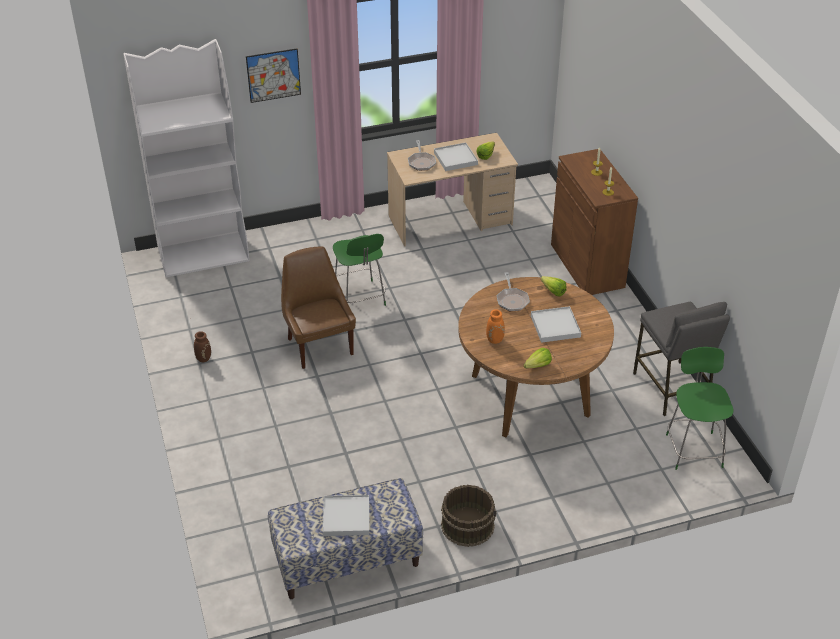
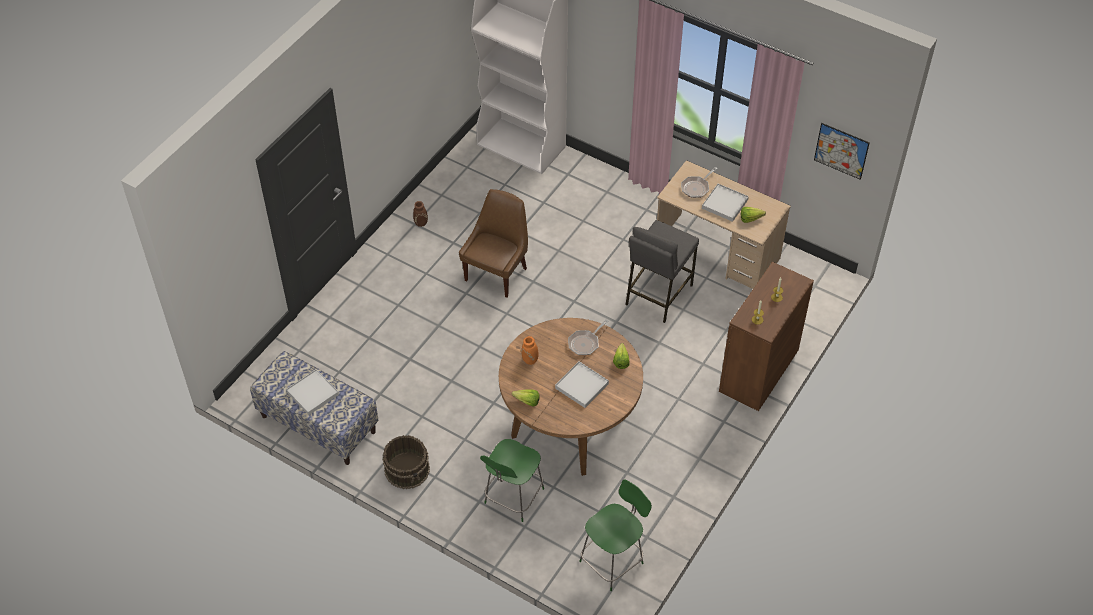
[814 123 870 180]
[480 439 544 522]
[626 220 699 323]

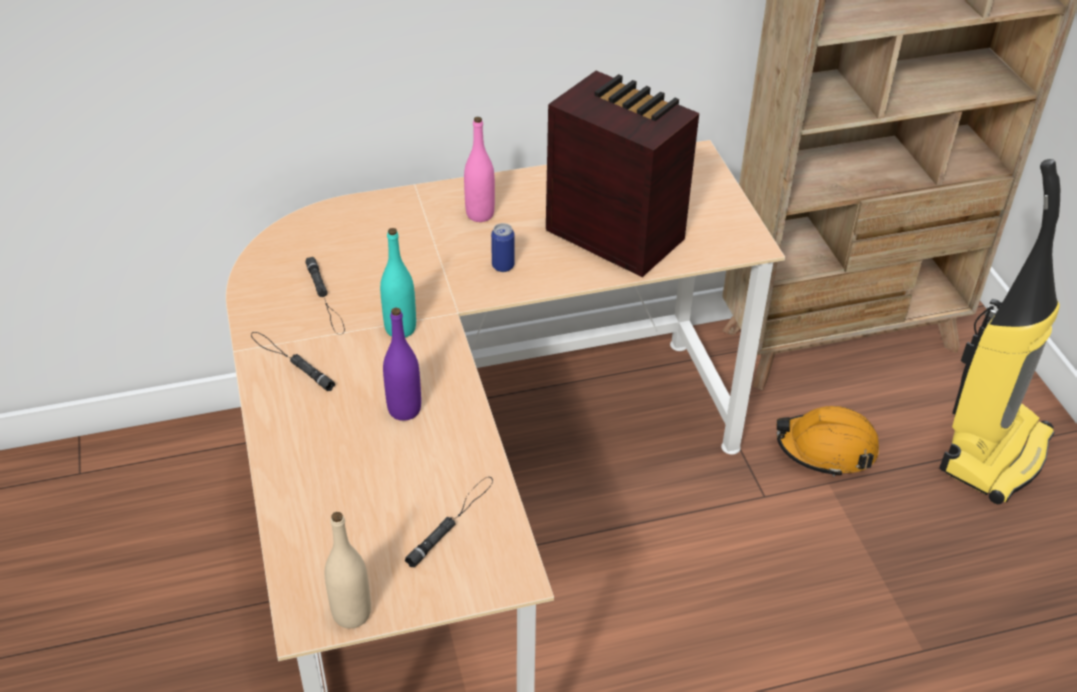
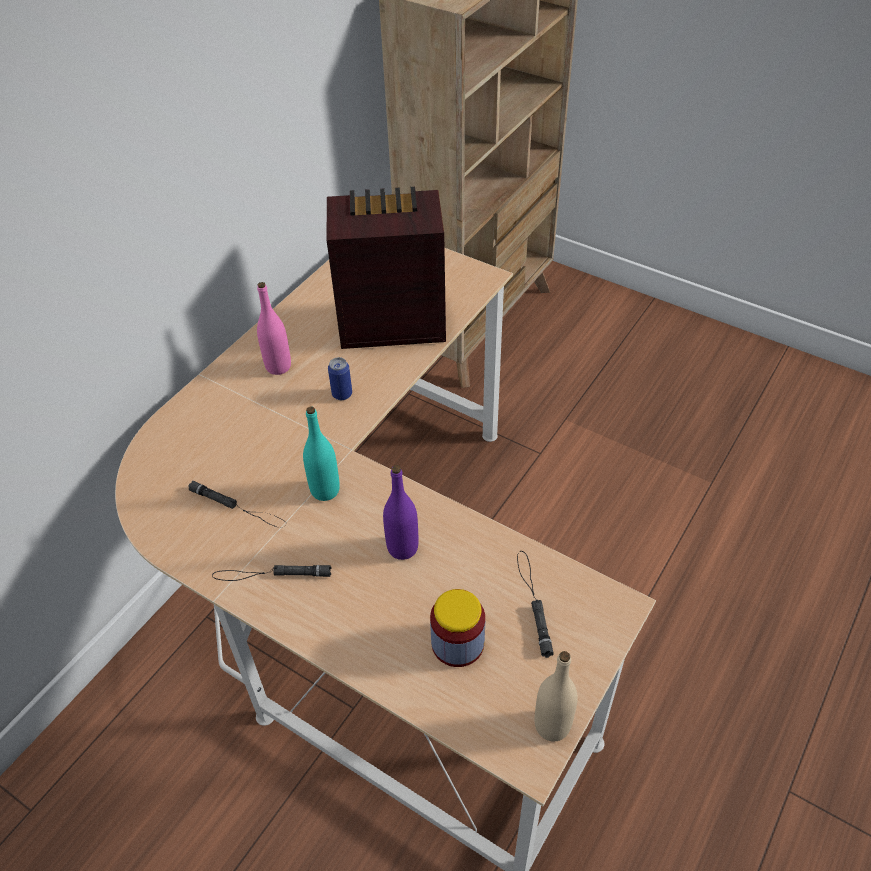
[777 406 879 477] (first image)
[939 159 1060 504] (first image)
[430 589 485 667]

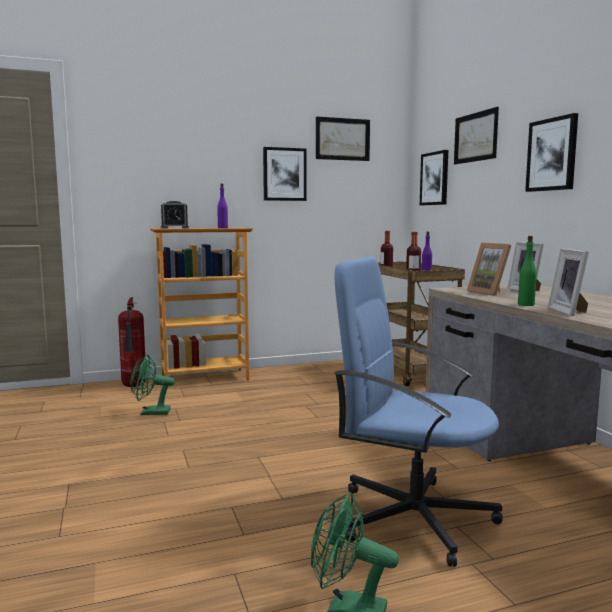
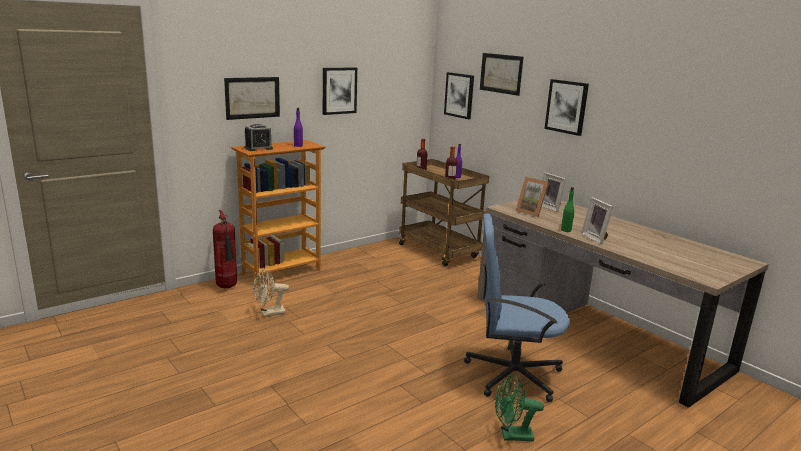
[224 77 280 120]
[254 268 289 317]

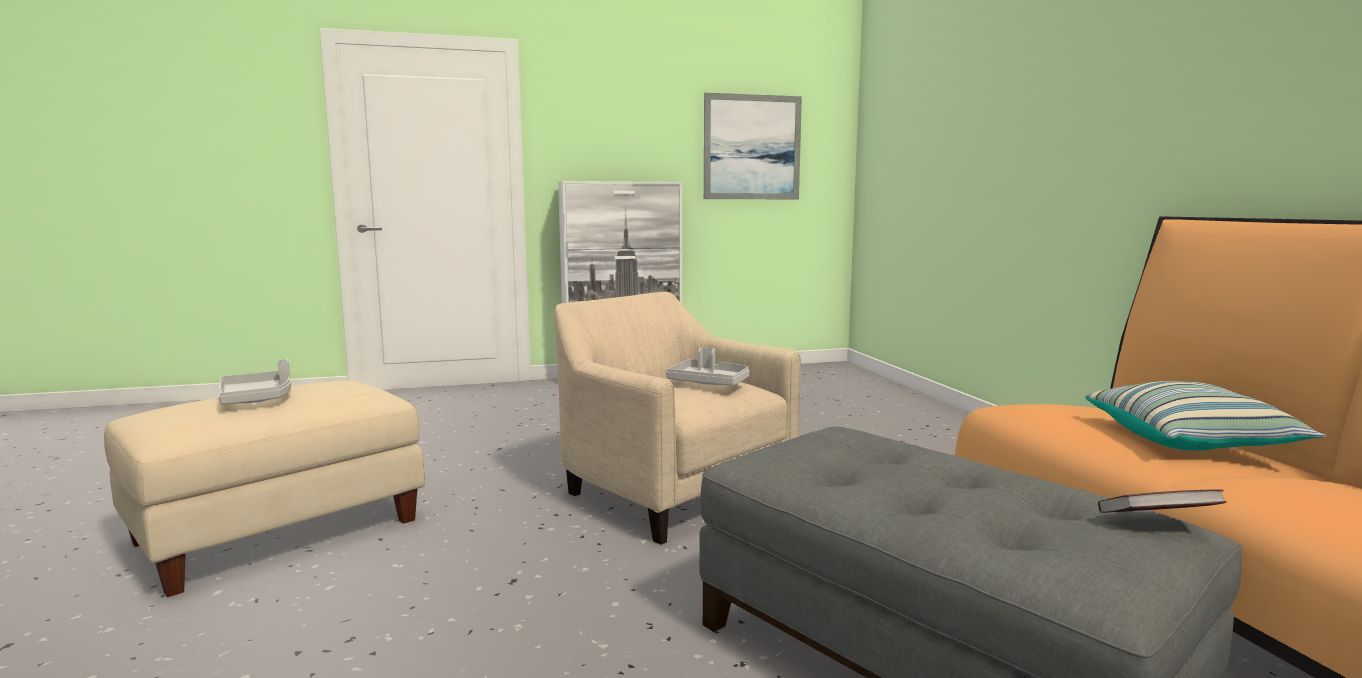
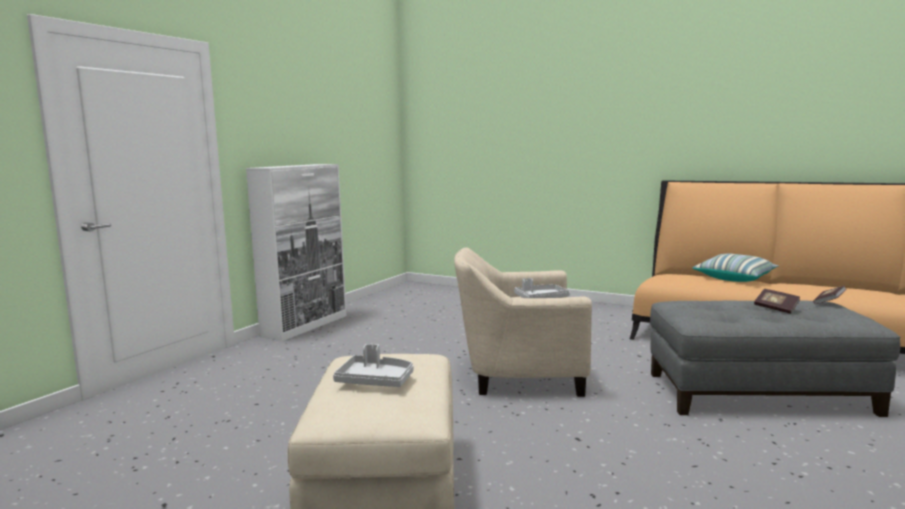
[704 93 802 199] (first image)
[754 289 800 314]

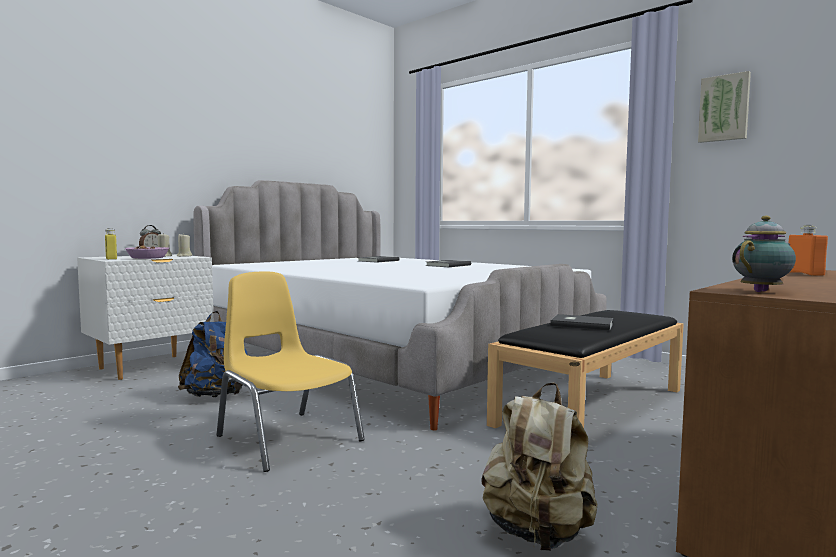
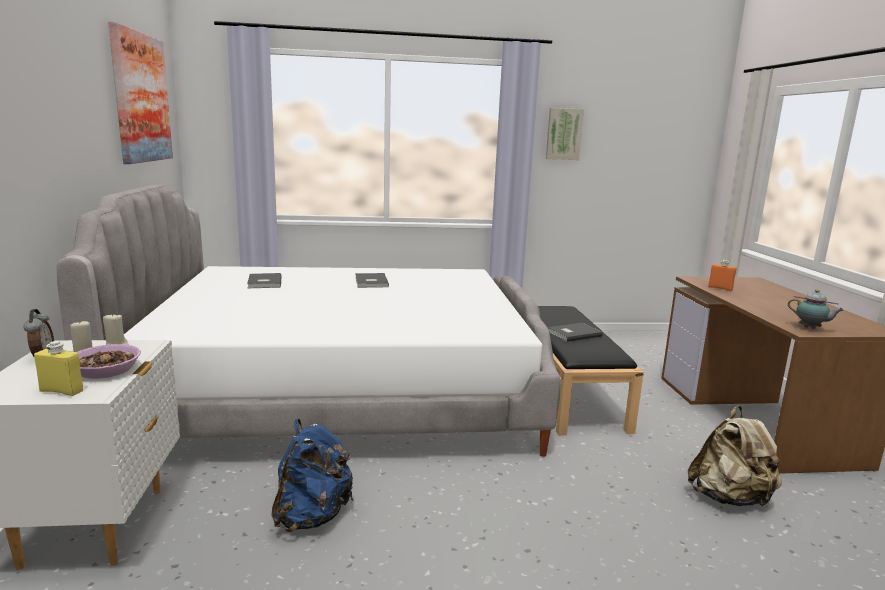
[217 271 365 472] (first image)
[108 21 173 164]
[788 289 844 329]

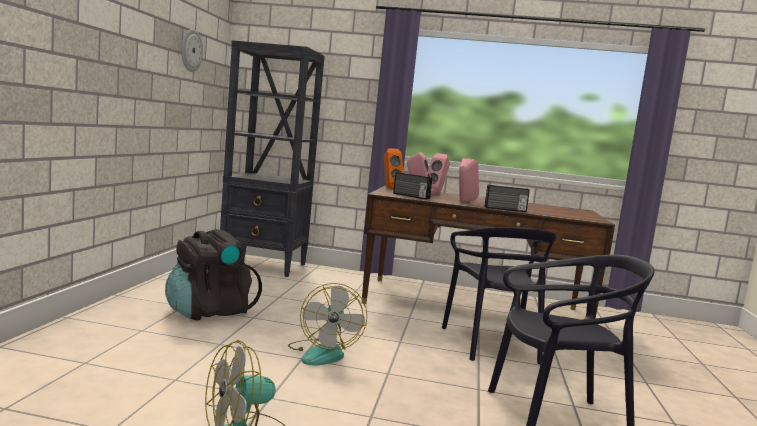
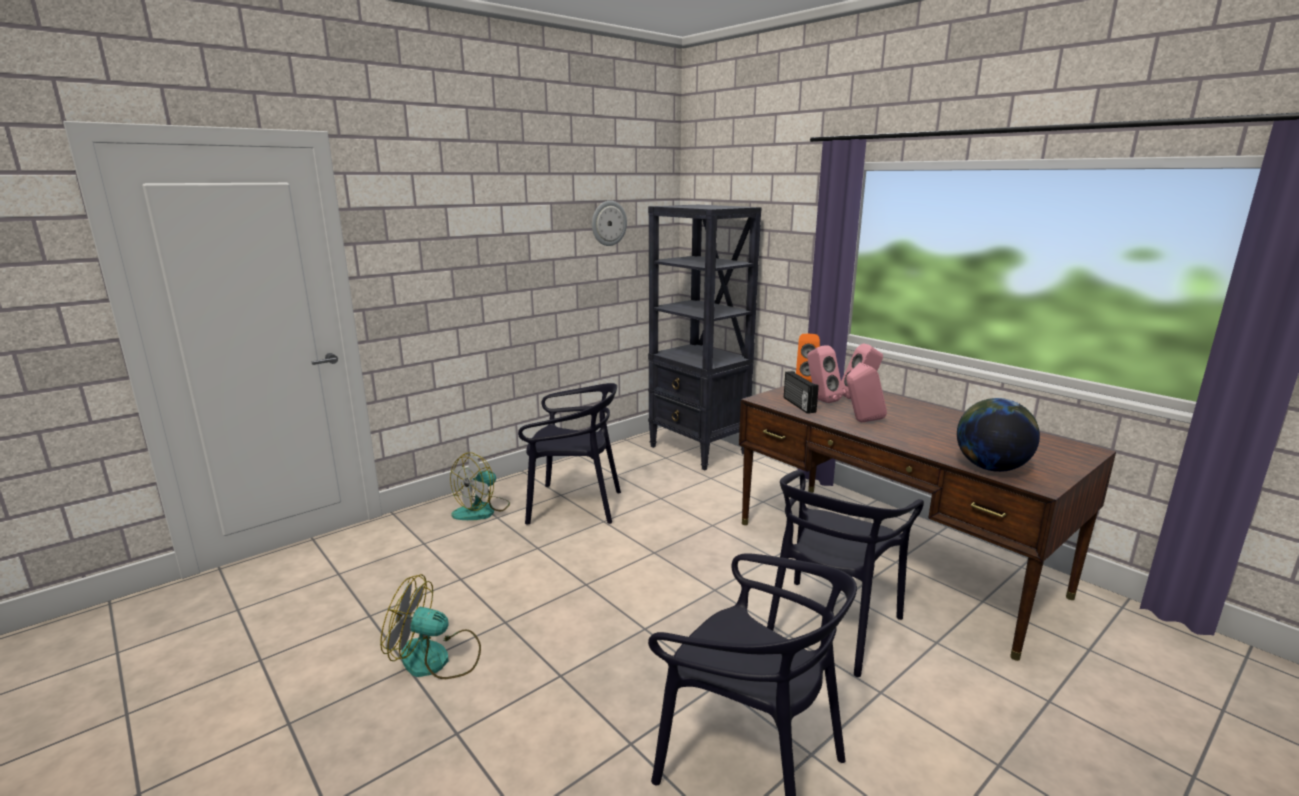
[485 185 530 212] (first image)
[957 398 1040 472]
[450 452 510 520]
[518 383 621 525]

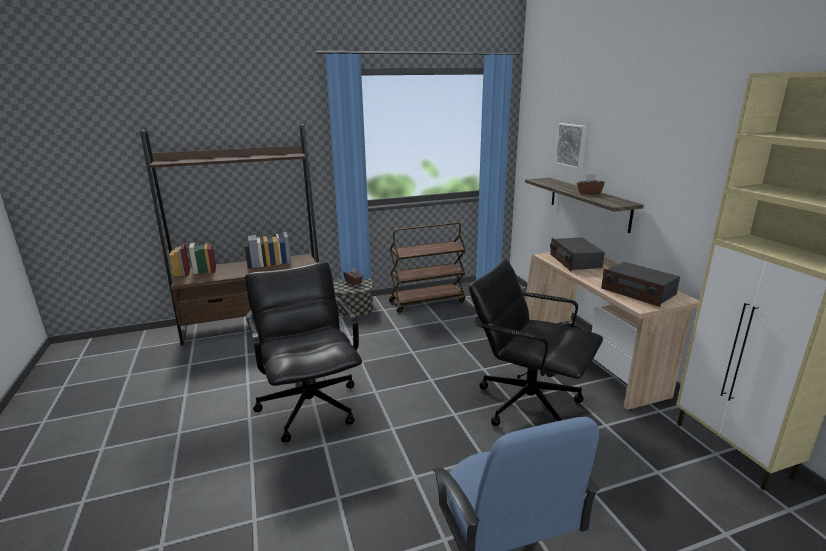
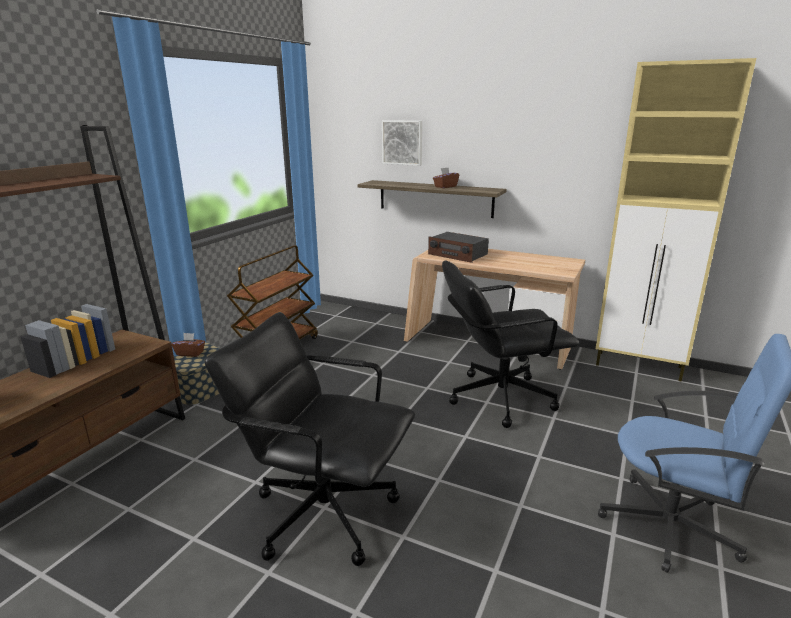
[601 262 680 307] (first image)

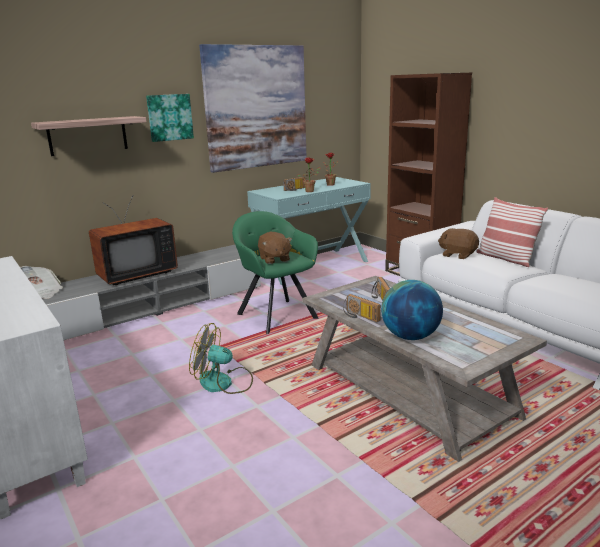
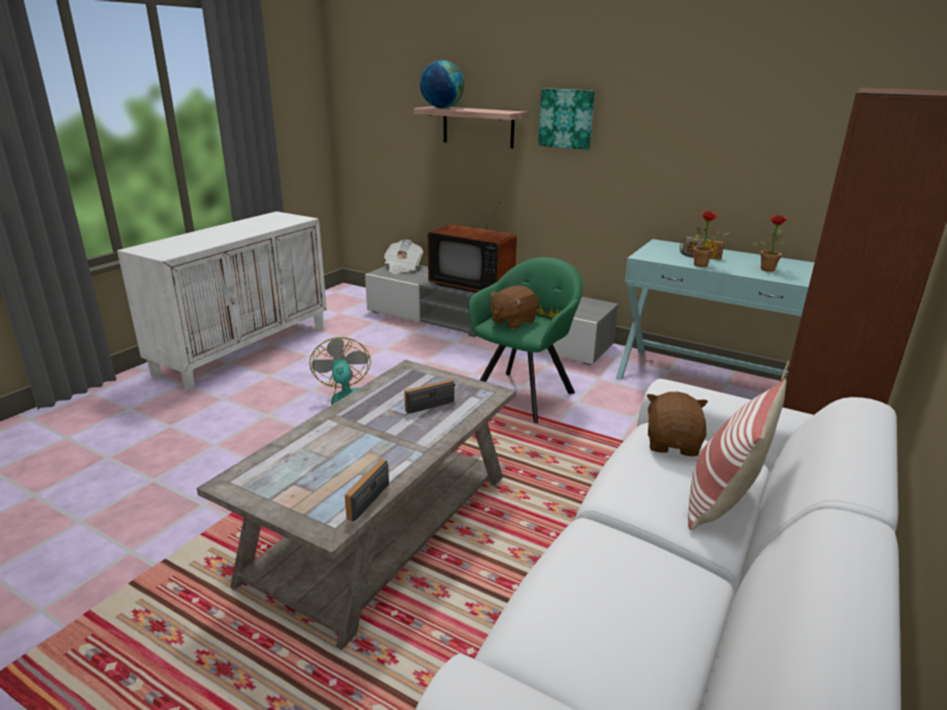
[199 44 307 173] (first image)
[345 459 389 522]
[420 60 464 108]

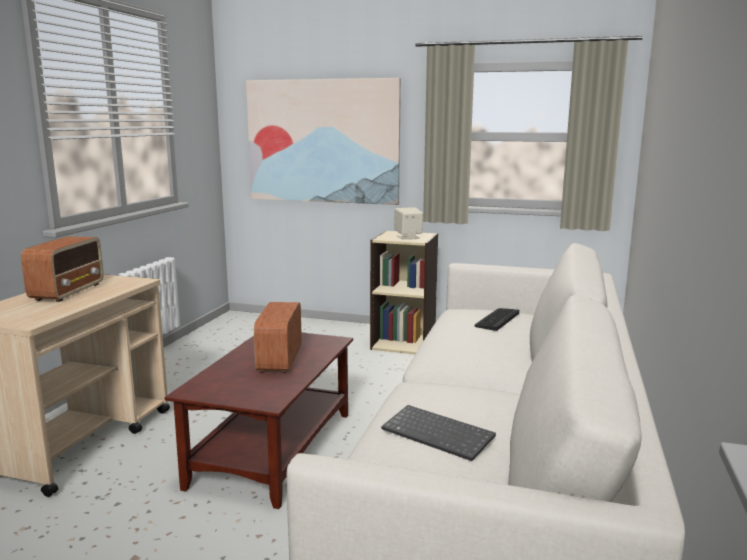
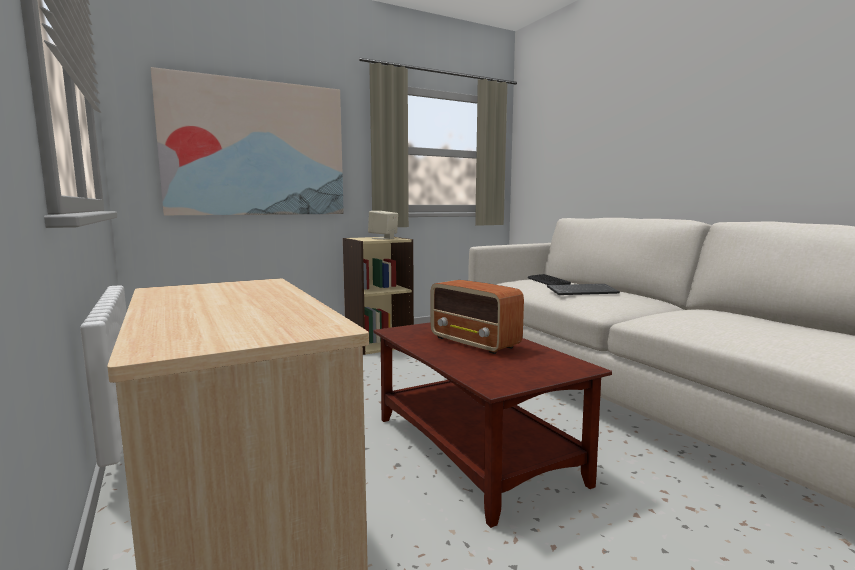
[21 236 103 302] (first image)
[547 284 620 295]

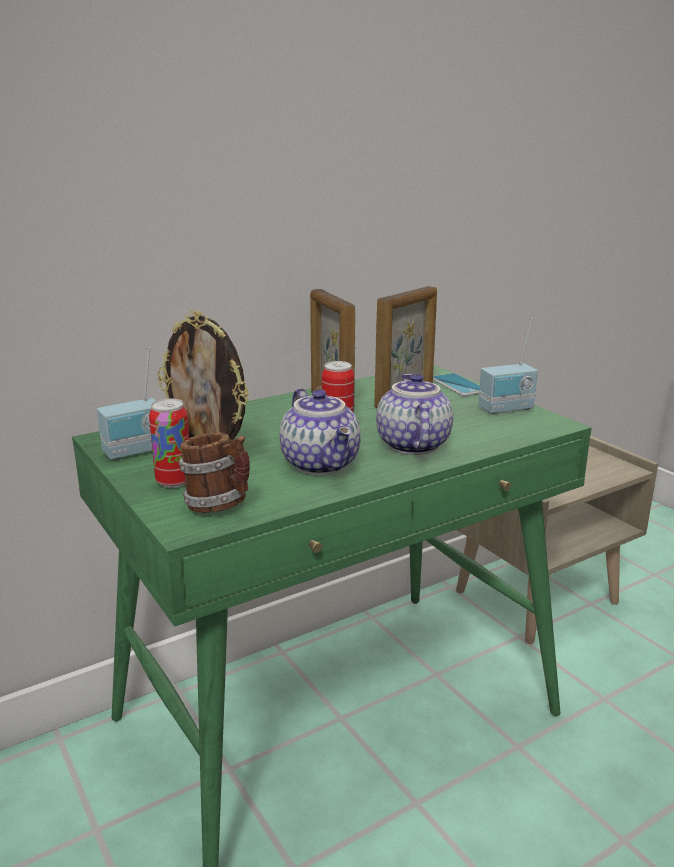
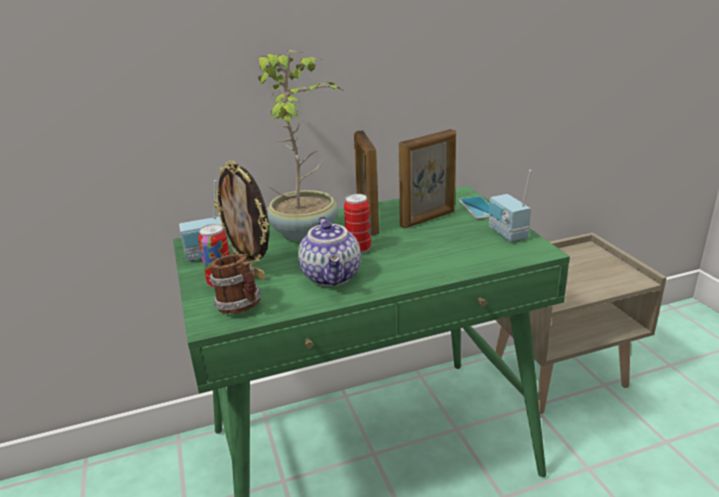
[376 373 453 455] (first image)
[258 50 342 241]
[489 170 531 242]

